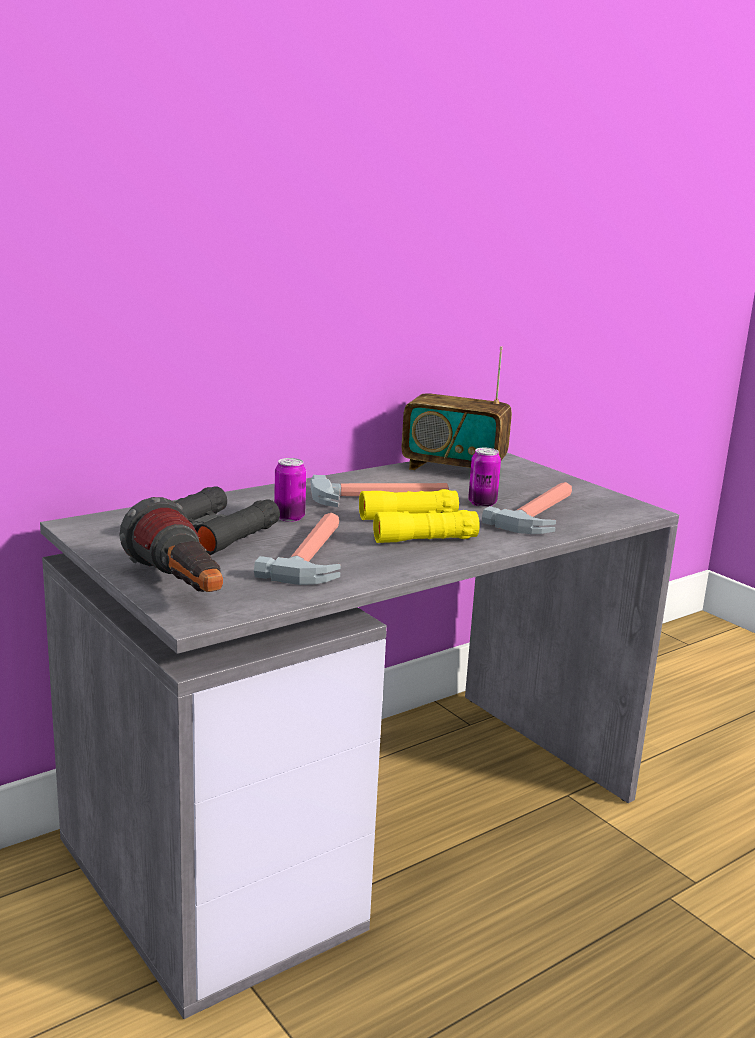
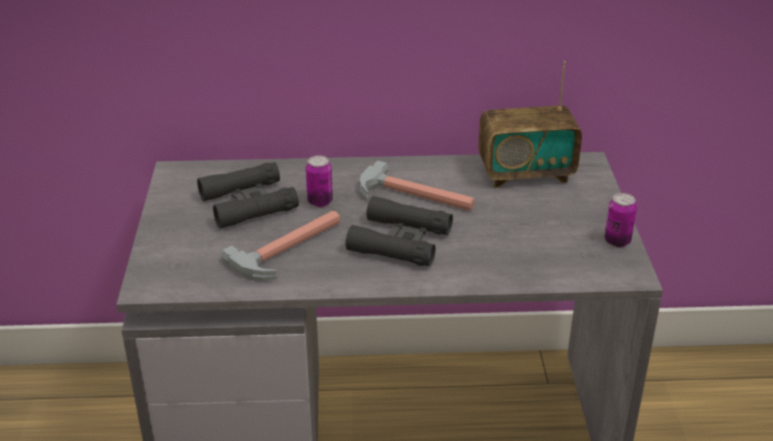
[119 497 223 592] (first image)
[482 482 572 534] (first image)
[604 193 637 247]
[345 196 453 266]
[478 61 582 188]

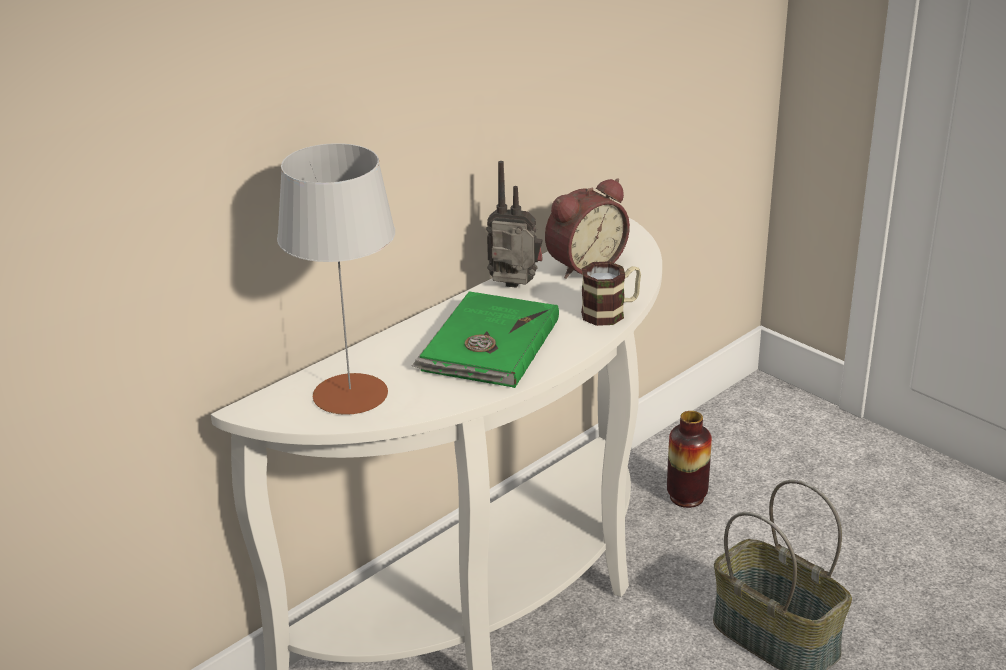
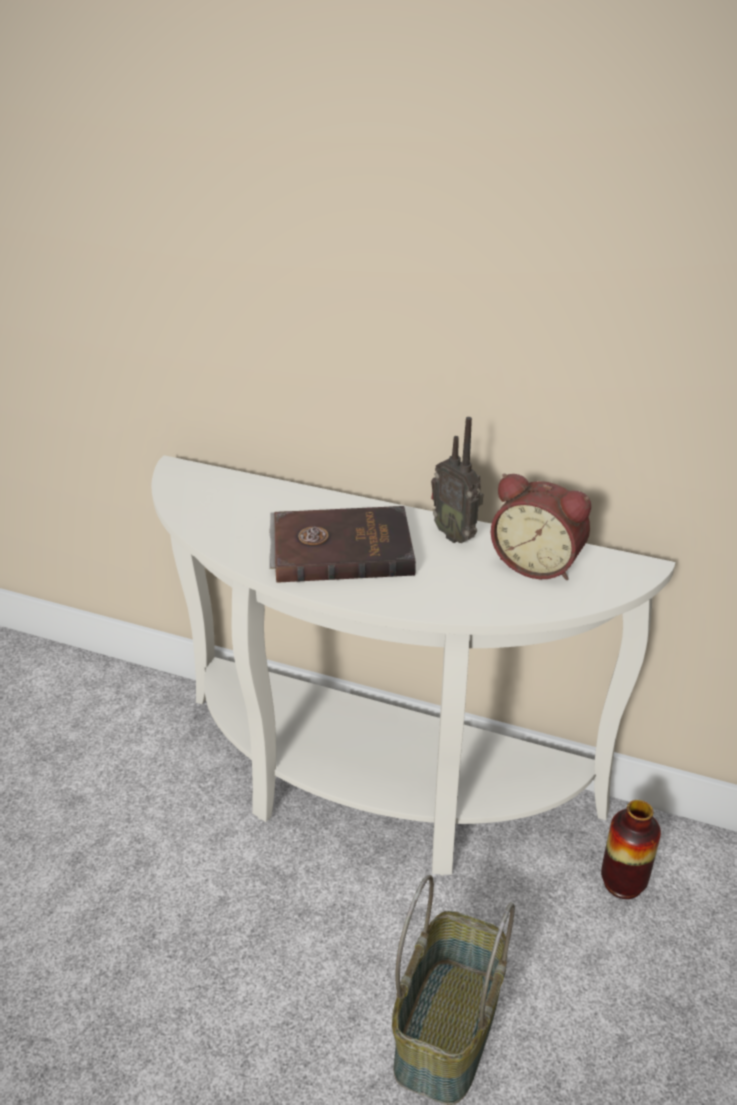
[277 143 395 415] (first image)
[581 261 641 326] (first image)
[269 506 416 583]
[431 417 483 543]

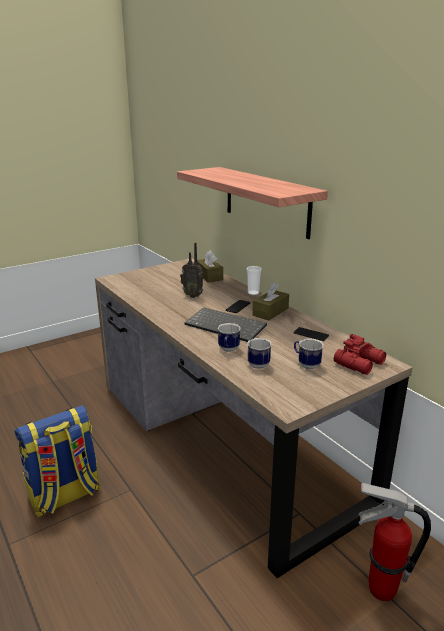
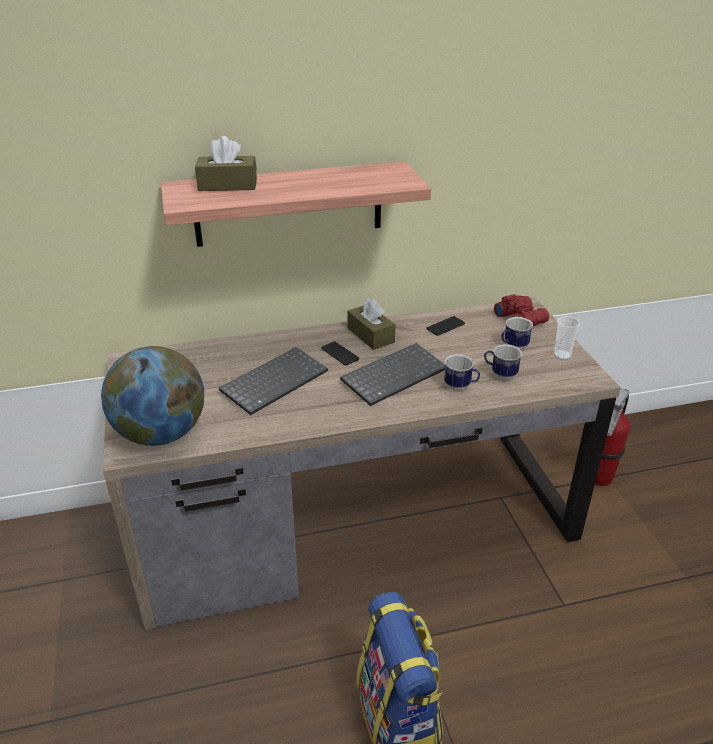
[101 346 204 446]
[195 136 257 191]
[554 316 580 360]
[219 347 328 415]

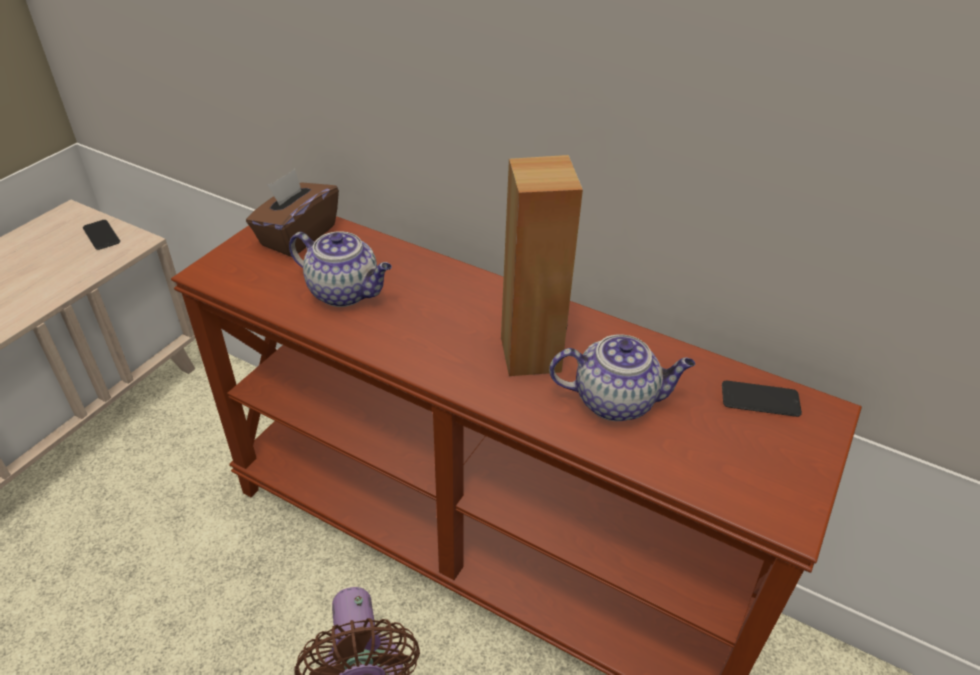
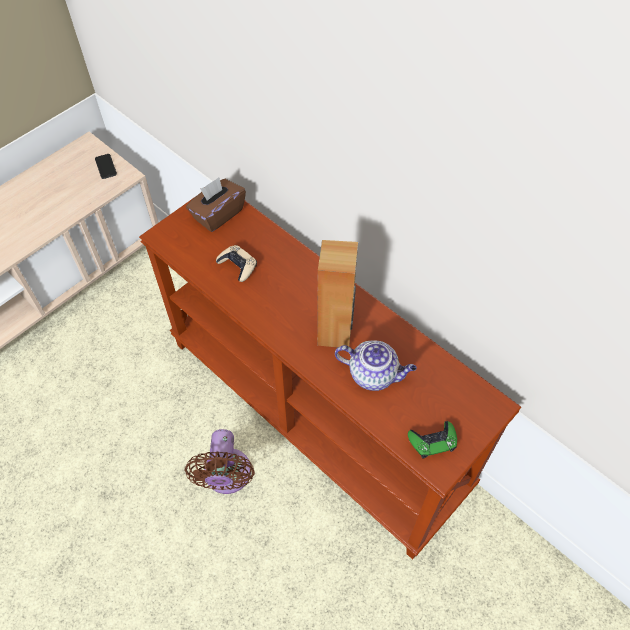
[722 381 802 417] (first image)
[408 421 457 459]
[216 245 257 282]

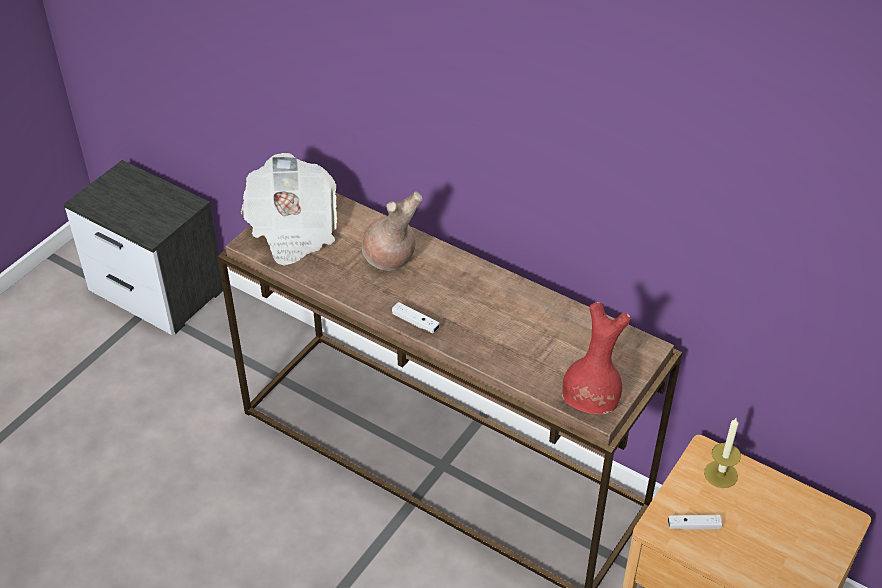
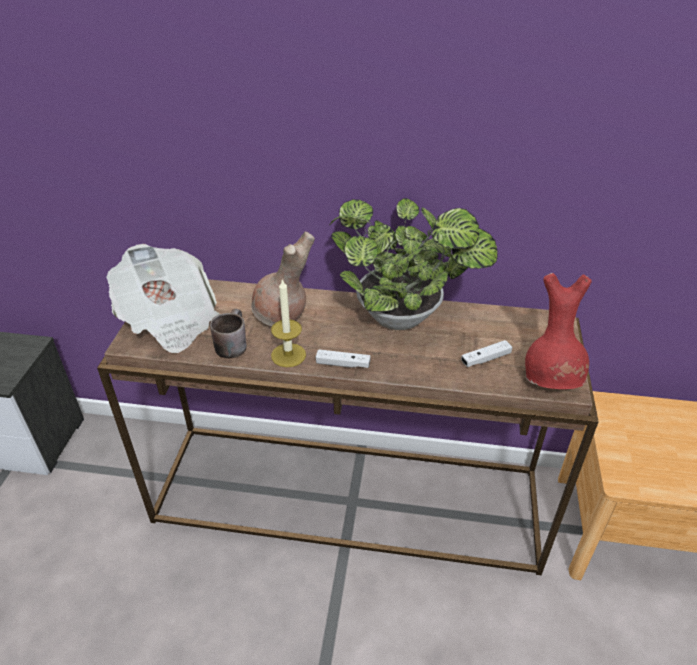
[210 309 247 359]
[329 198 498 330]
[461 340 512 367]
[271 278 306 367]

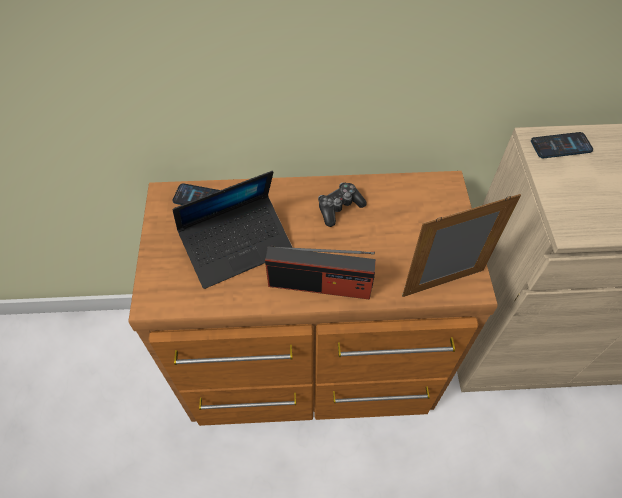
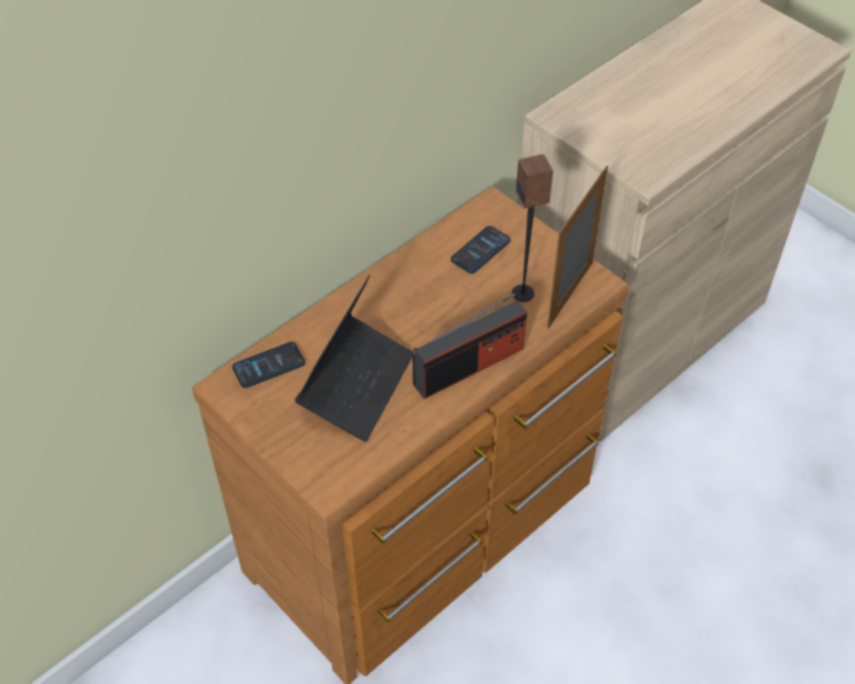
[318 182 367 227] (first image)
[512 154 553 302]
[451 226 510 274]

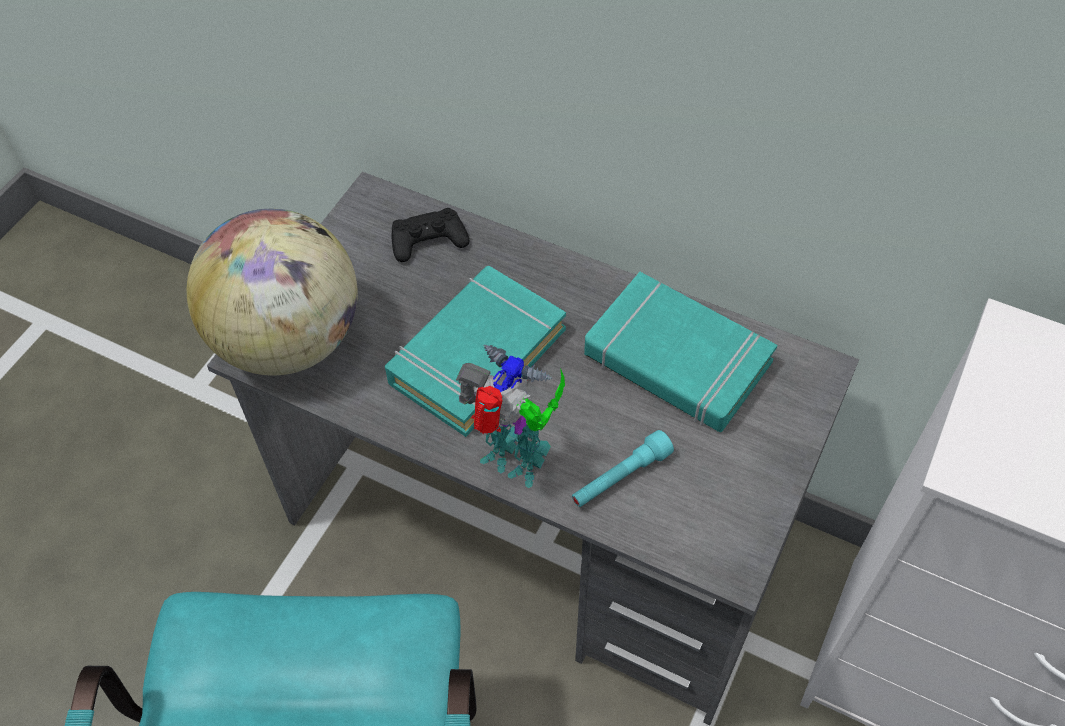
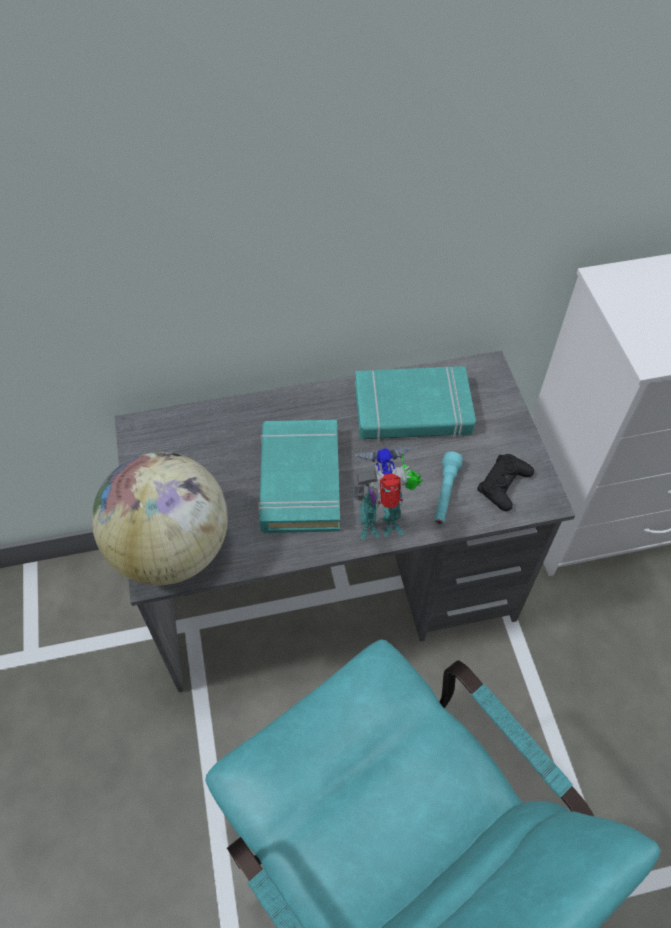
[477 454 534 511]

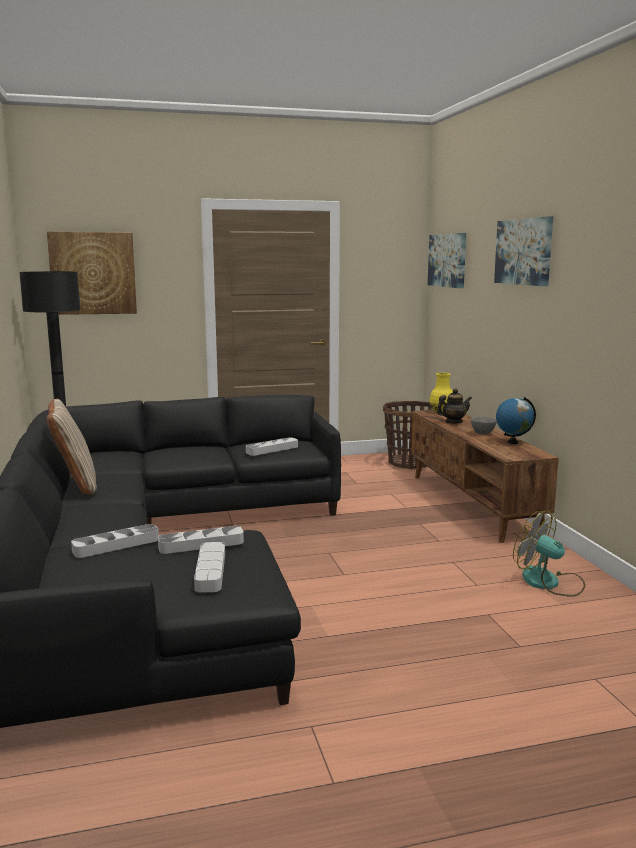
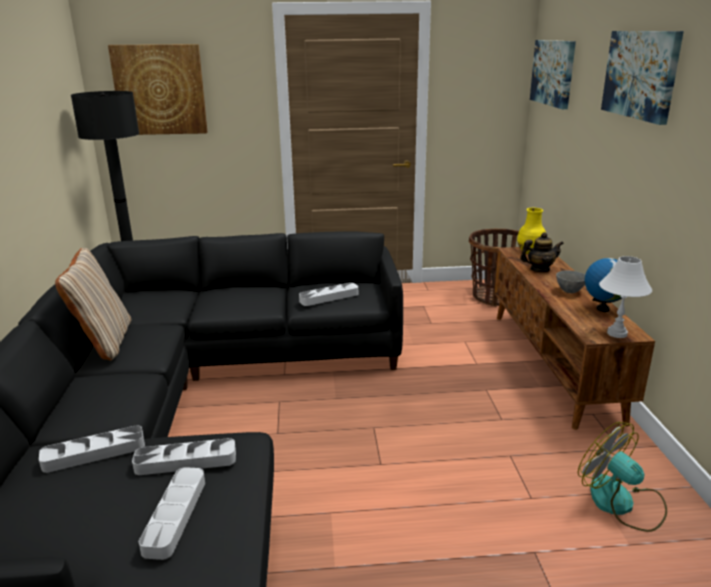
[599 256 652 338]

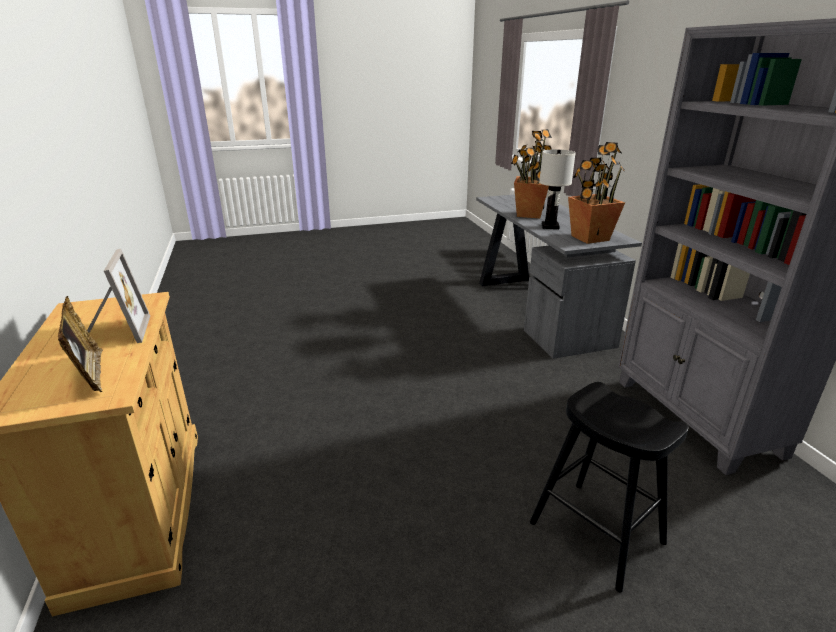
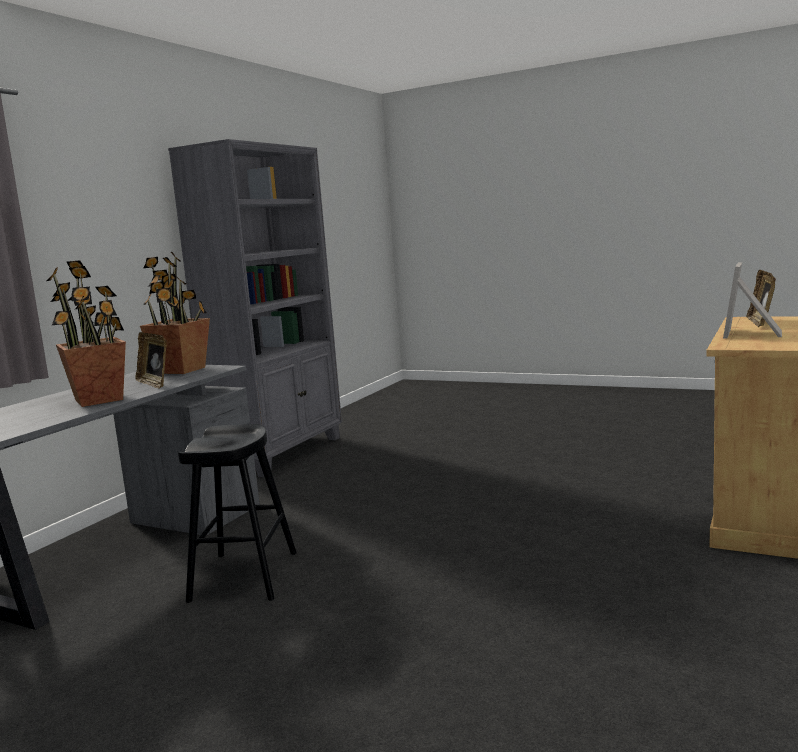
[178 424 297 603]
[135 332 167 389]

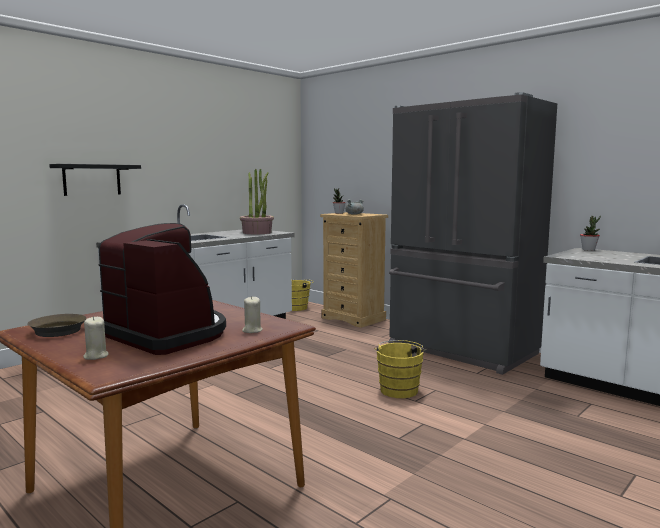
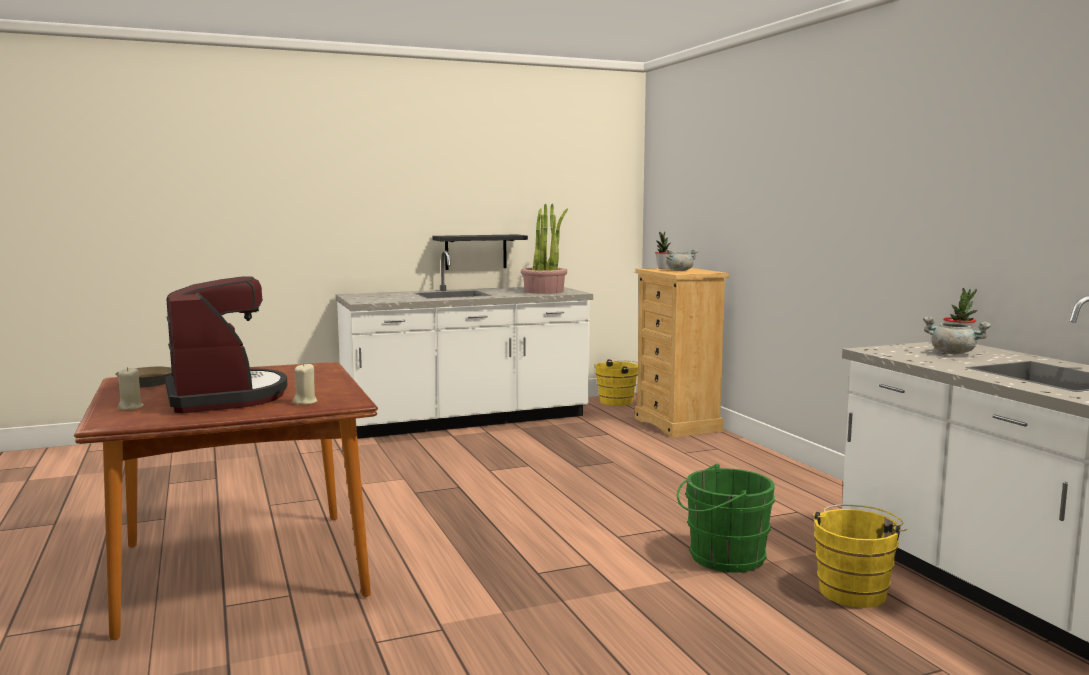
[388 92 557 375] (first image)
[677 464 775 572]
[923 316 991 354]
[432 234 528 270]
[813 505 907 608]

